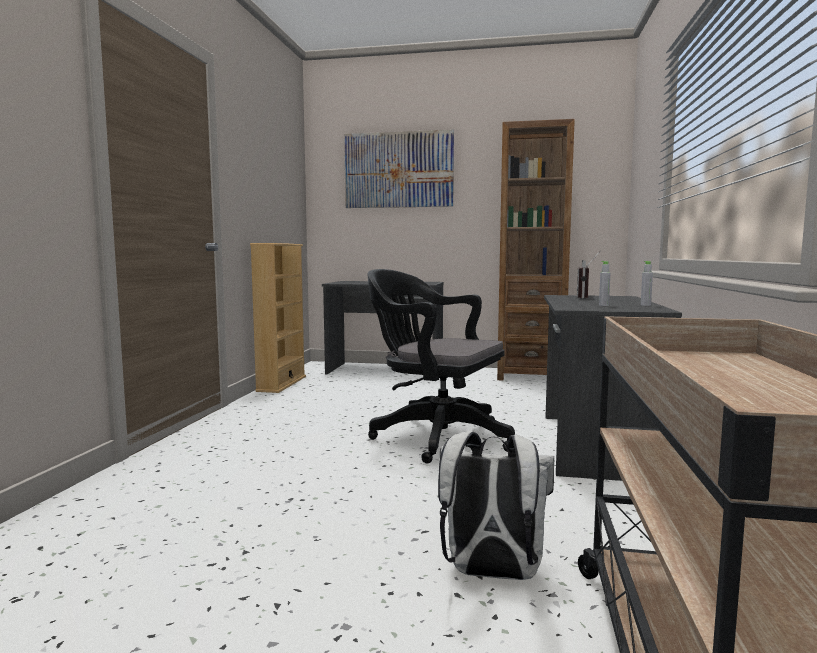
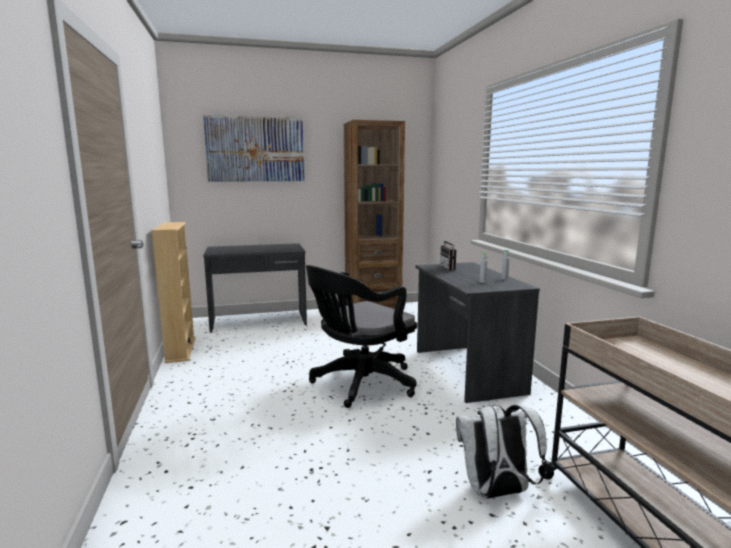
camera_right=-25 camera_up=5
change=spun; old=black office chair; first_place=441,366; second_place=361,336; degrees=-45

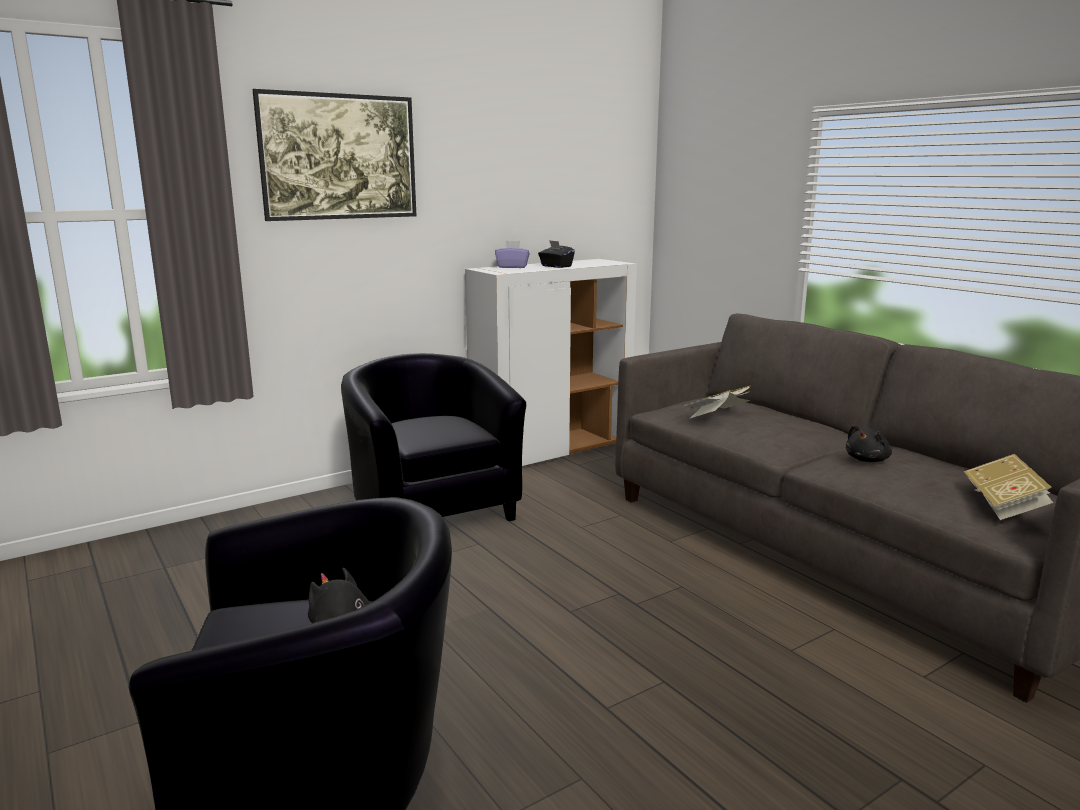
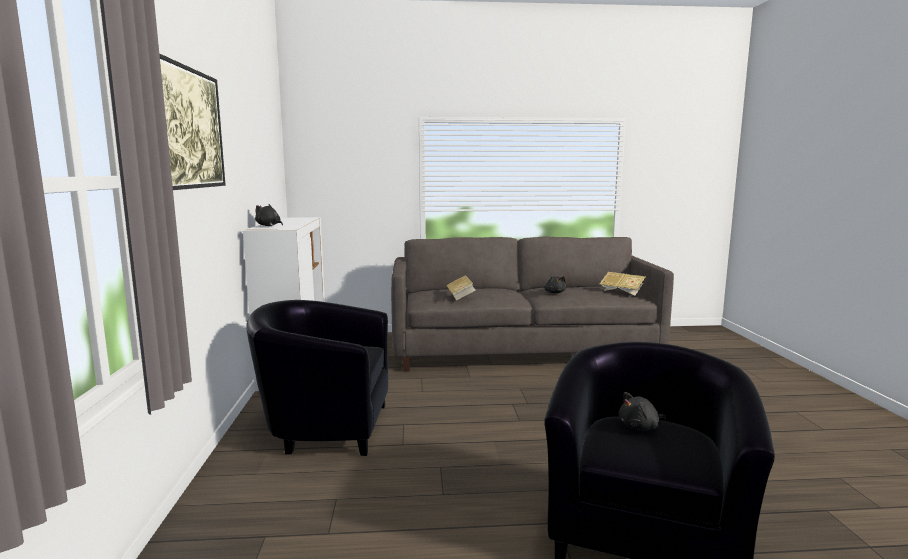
camera_right=-60 camera_up=-5
change=missing; old=black tissue box; first_place=556,254
change=exchanged; old=purple tissue box; new=black plush toy; first_place=512,254; second_place=269,215

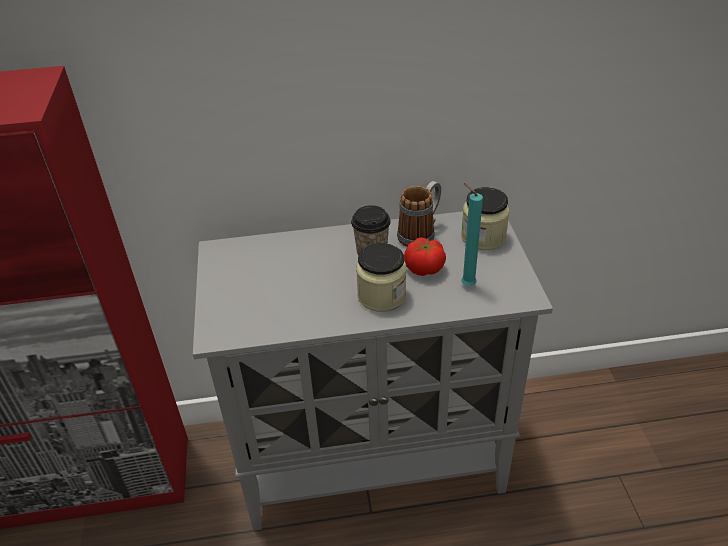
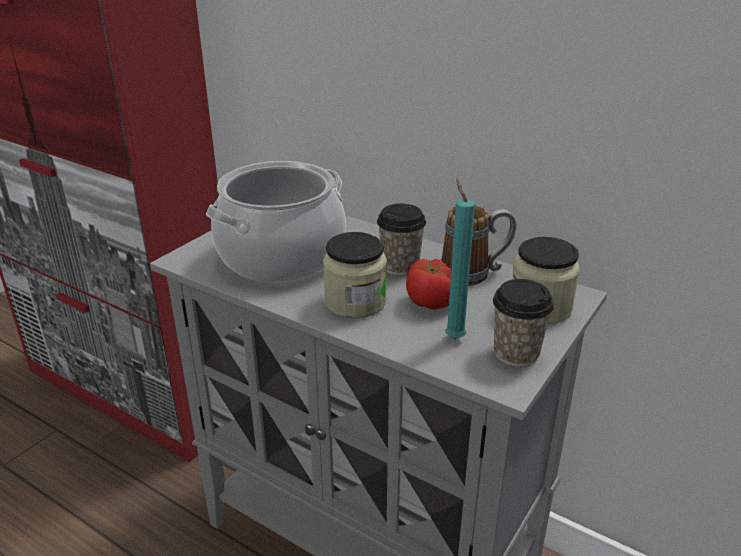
camera_right=40 camera_up=-10
change=appeared; new=cooking pot; second_place=276,221
change=appeared; new=cup; second_place=523,323

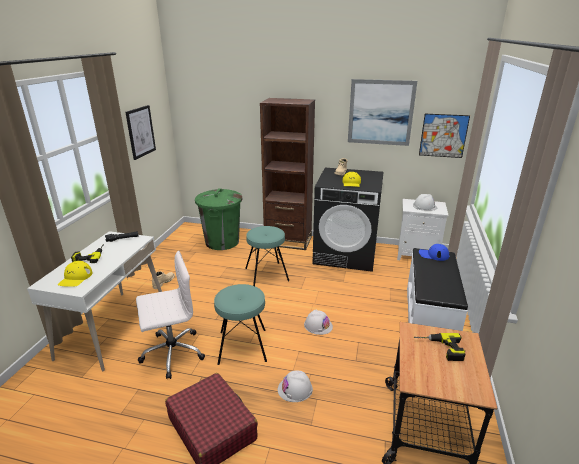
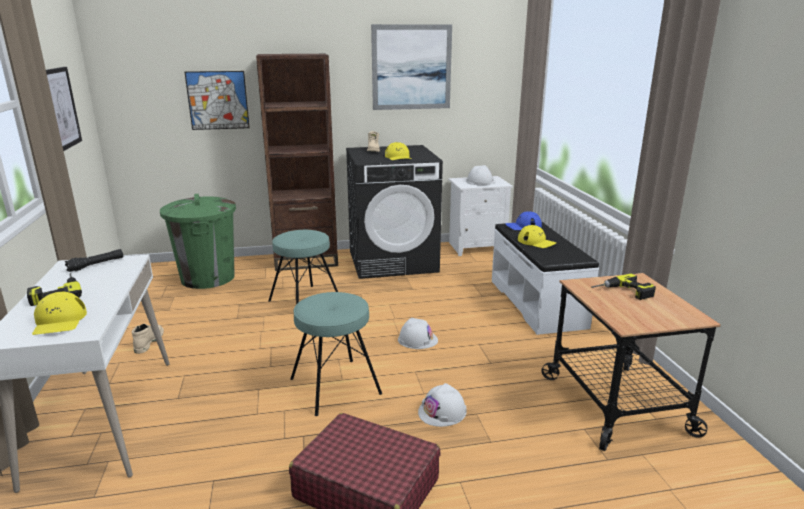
camera_right=-25 camera_up=-5
change=relocated; old=picture; first_place=444,136; second_place=217,100
change=missing; old=white office chair; first_place=170,315
change=appeared; new=yellow cap; second_place=537,236

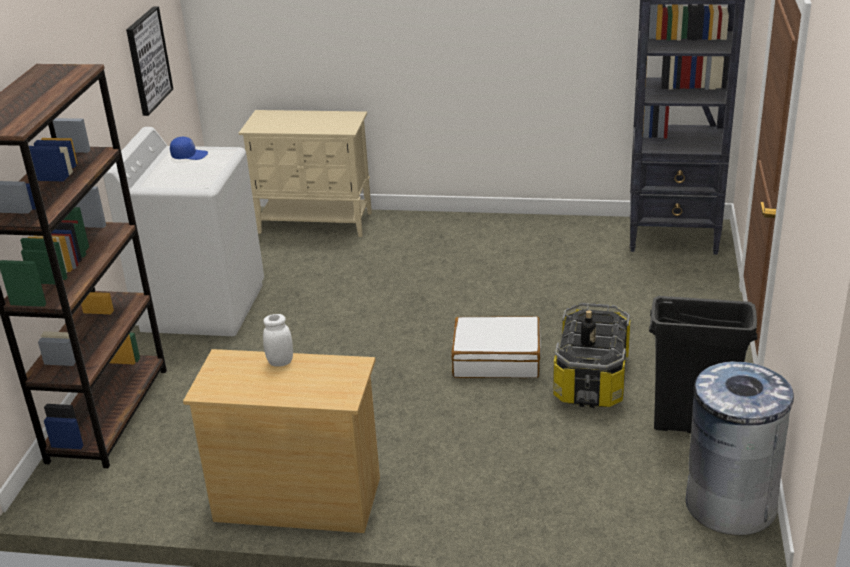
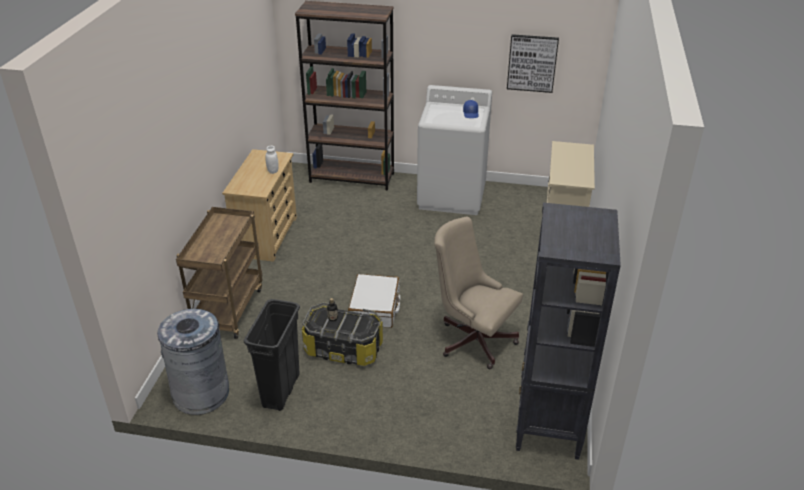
camera_right=90 camera_up=5
change=appeared; new=brown cart; second_place=219,273
change=appeared; new=beige office chair; second_place=478,293

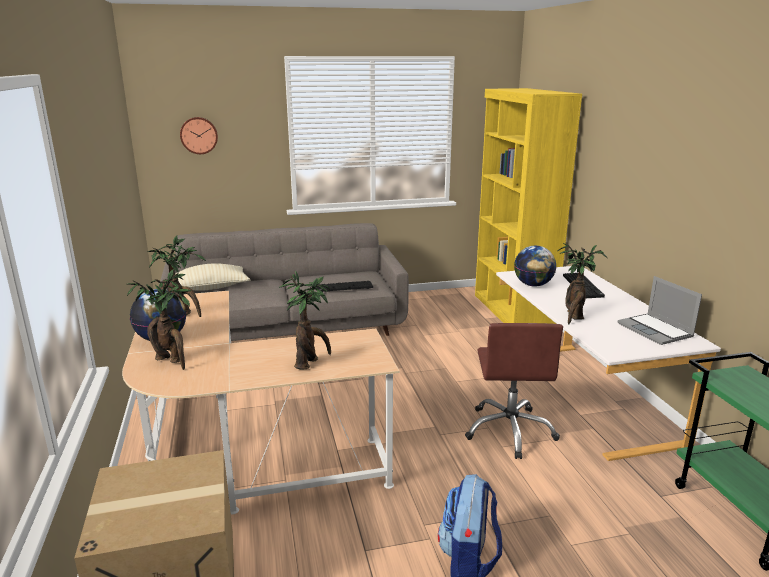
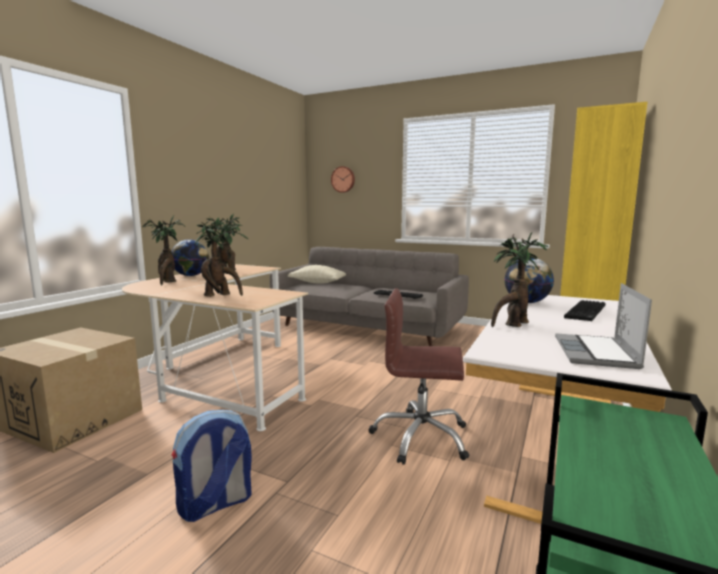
camera_right=40 camera_up=-10
change=spun; old=brown office chair; first_place=514,391; second_place=419,376; degrees=60

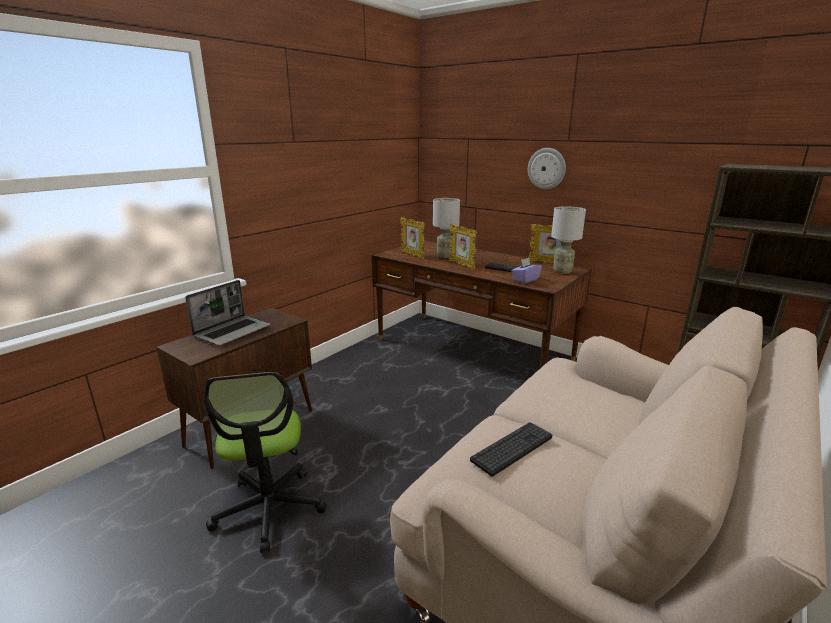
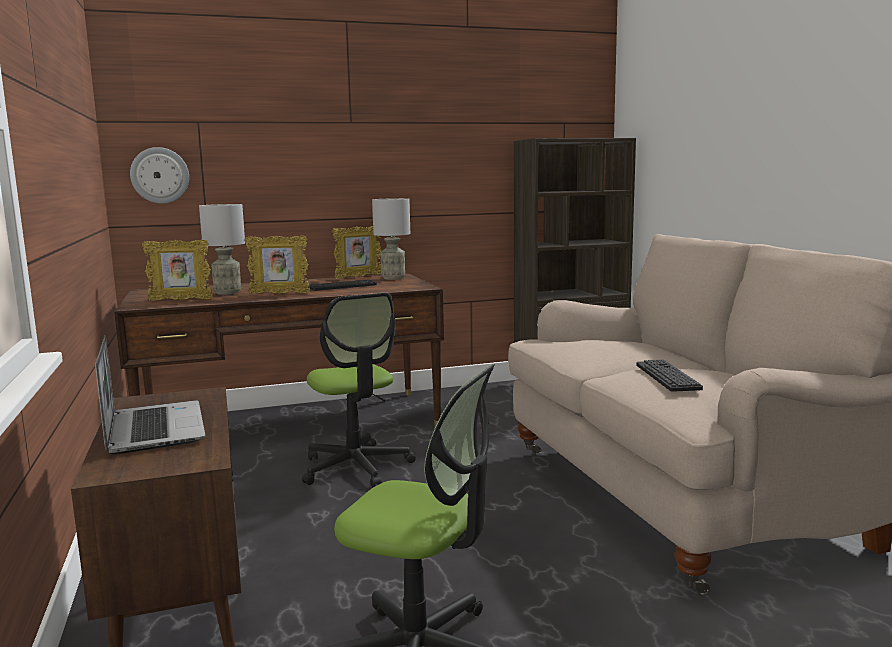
camera_right=-55 camera_up=-10
change=relocated; old=wall clock; first_place=547,168; second_place=159,175
change=missing; old=purple tissue box; first_place=527,270
change=appeared; new=office chair; second_place=359,390

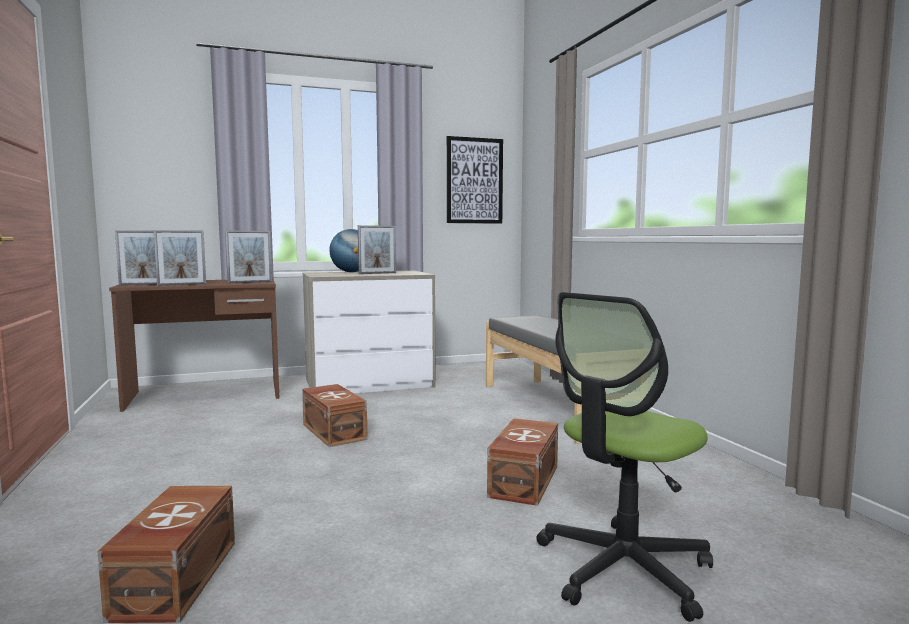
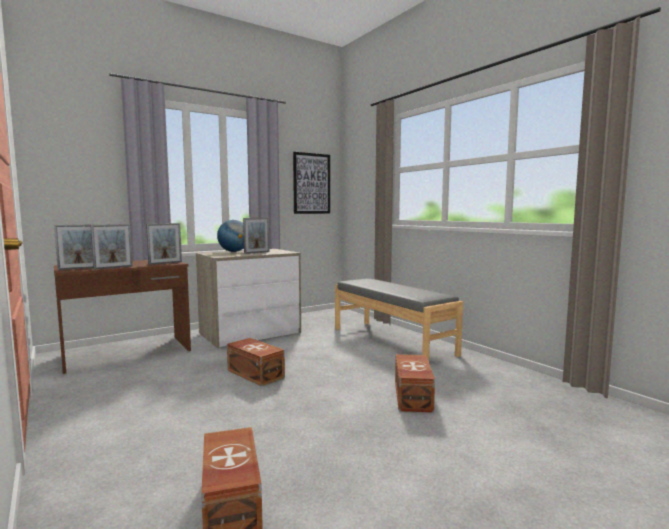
camera_right=-15 camera_up=0
change=missing; old=office chair; first_place=624,457

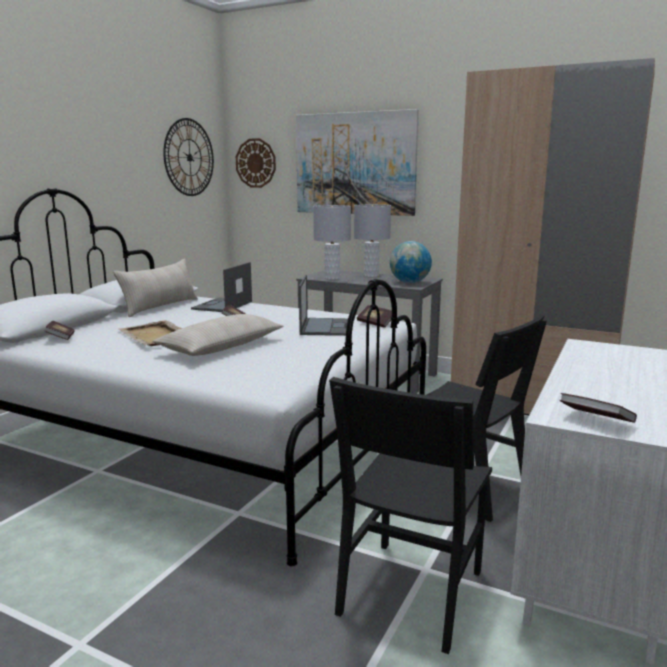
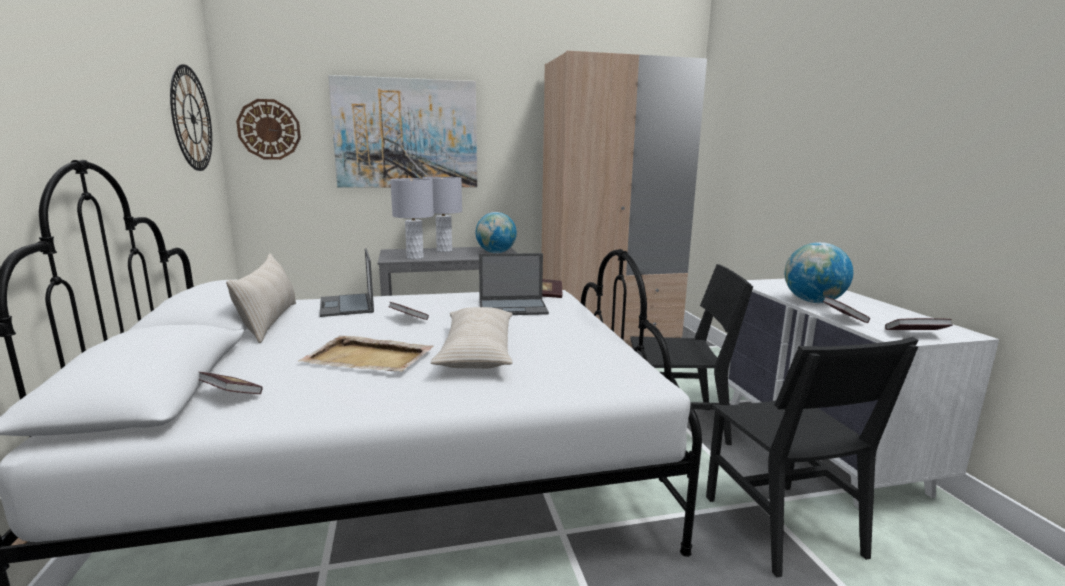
camera_right=-40 camera_up=0
change=spun; old=laptop; first_place=323,305; second_place=514,284; degrees=120
change=appeared; new=globe; second_place=818,272
change=appeared; new=book; second_place=846,309

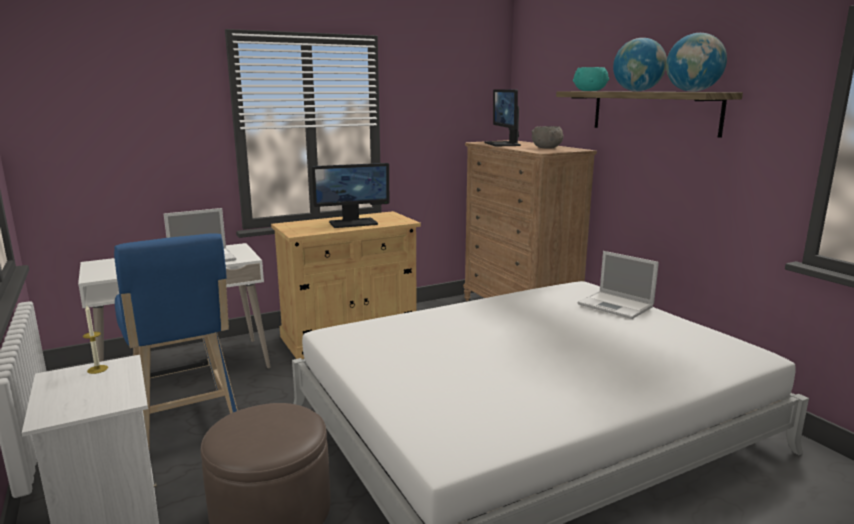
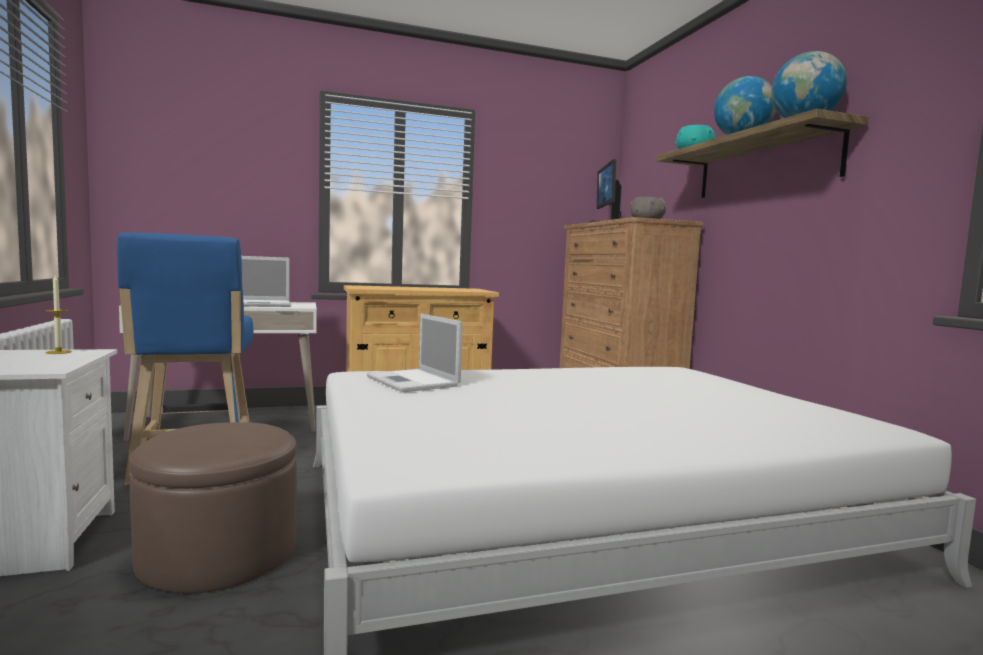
camera_right=10 camera_up=-10
change=missing; old=monitor; first_place=350,195
change=relocated; old=laptop; first_place=618,285; second_place=415,353

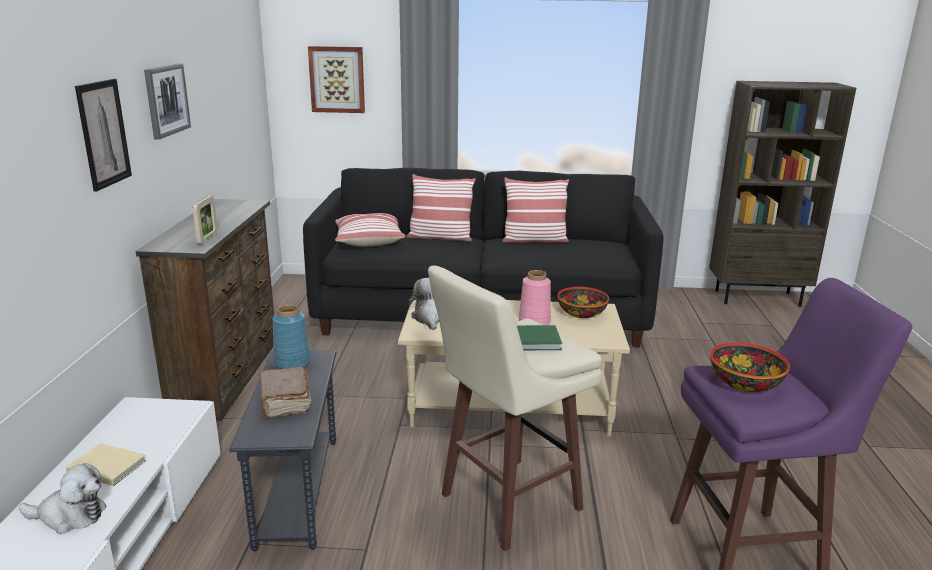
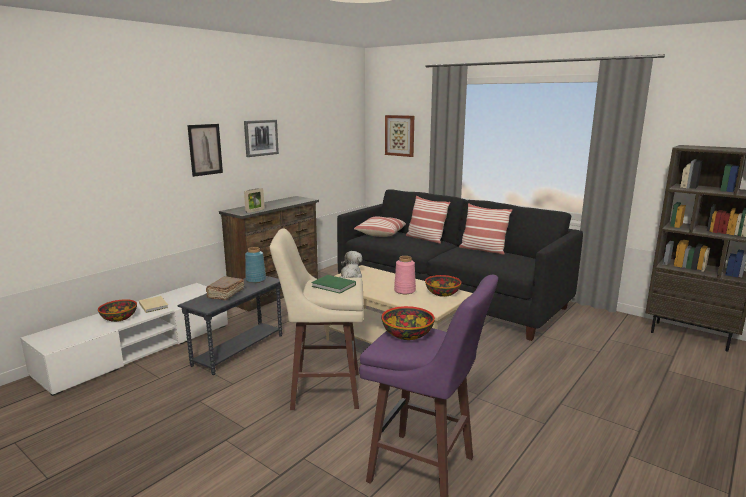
camera_right=35 camera_up=-5
change=exchanged; old=plush toy; new=bowl; first_place=62,498; second_place=117,310

